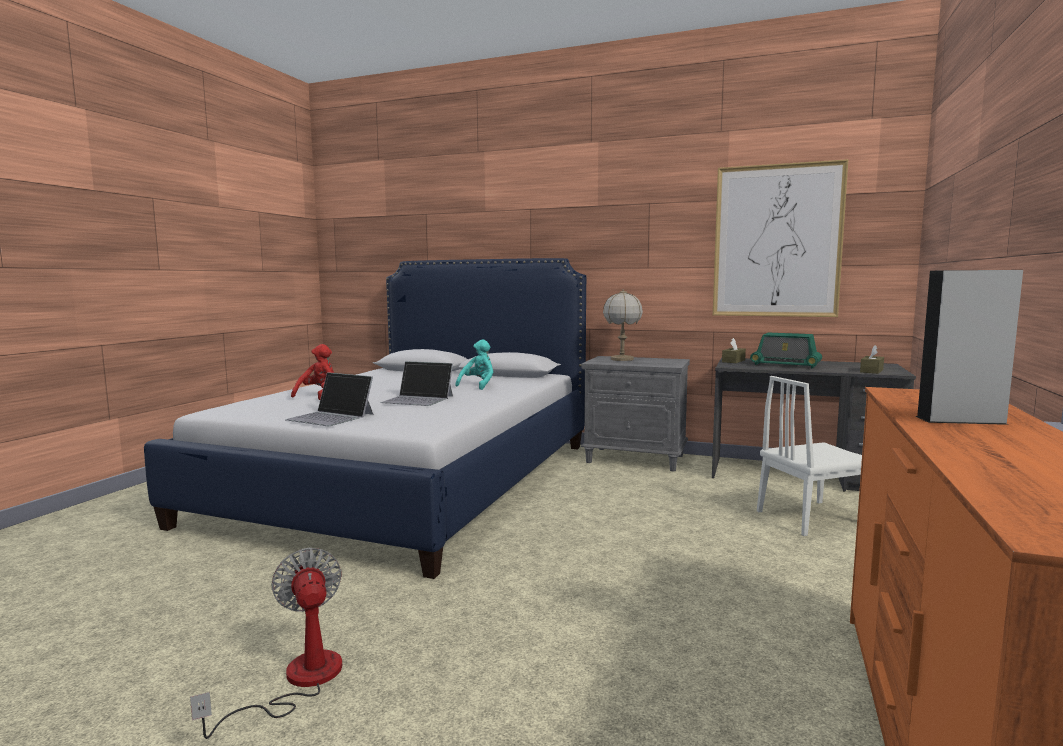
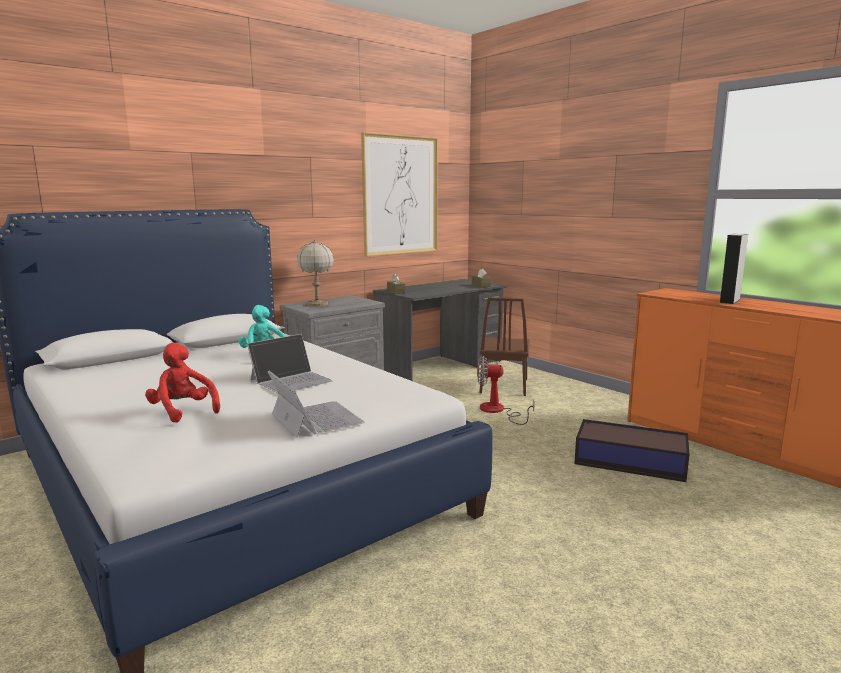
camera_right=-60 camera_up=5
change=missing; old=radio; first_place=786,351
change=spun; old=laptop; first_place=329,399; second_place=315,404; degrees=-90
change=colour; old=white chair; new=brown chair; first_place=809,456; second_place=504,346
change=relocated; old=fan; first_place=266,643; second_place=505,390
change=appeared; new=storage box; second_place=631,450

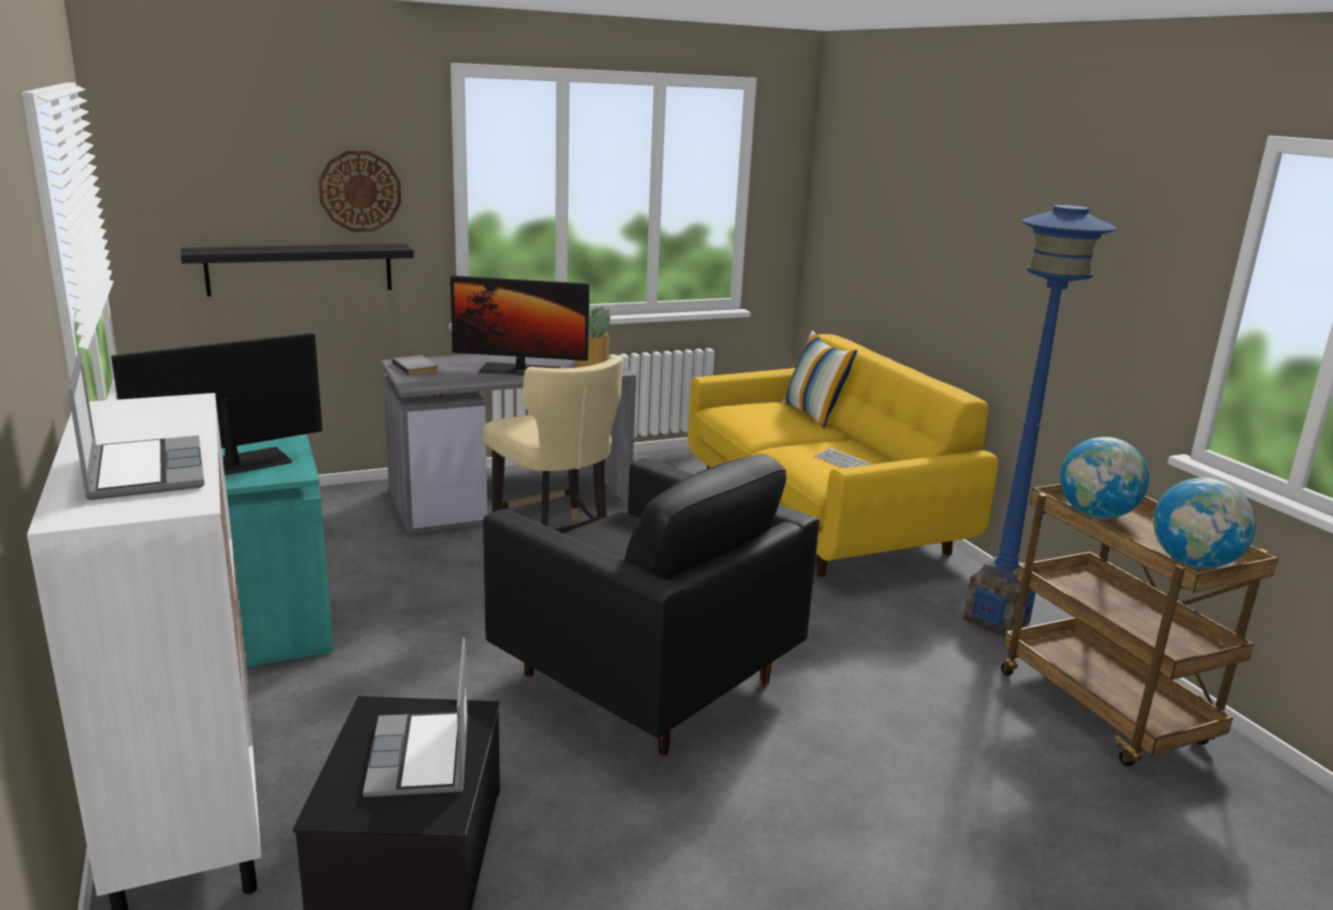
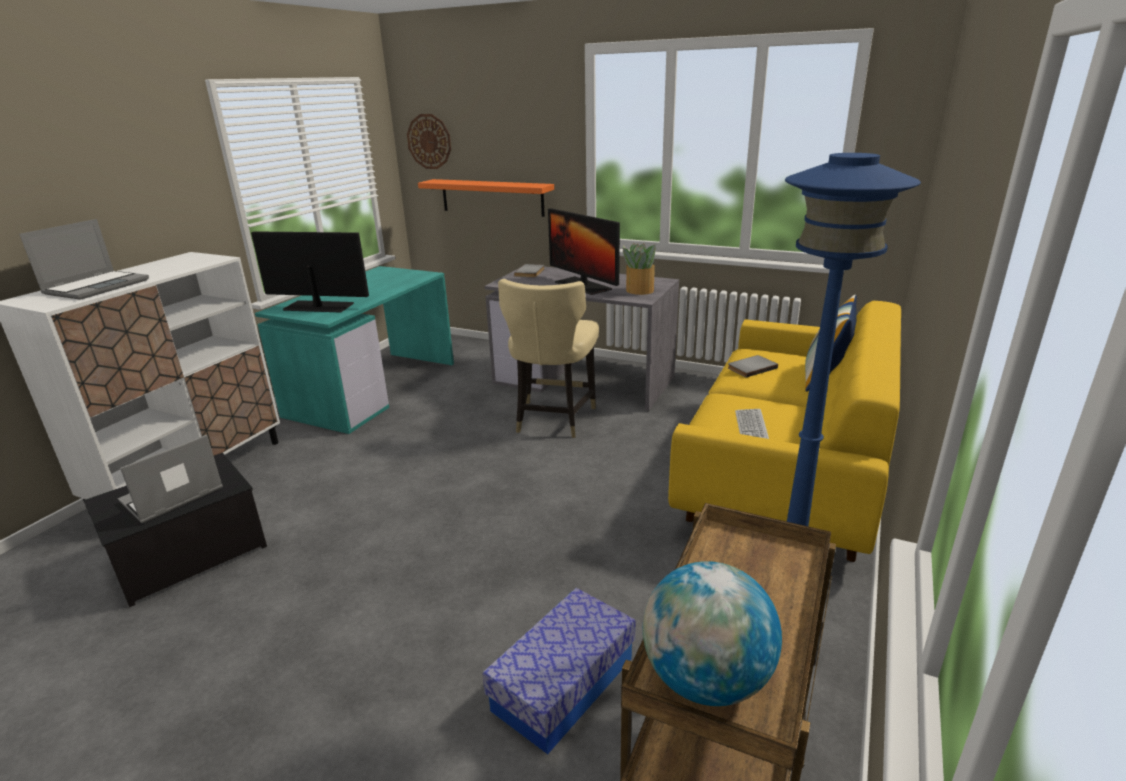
camera_right=50 camera_up=5
change=relocated; old=wall clock; first_place=359,191; second_place=429,141
change=colour; old=black shelf; new=orange shelf; first_place=297,270; second_place=486,198
change=missing; old=globe; first_place=1104,478
change=missing; old=black armchair; first_place=651,604
change=appeared; new=grey book; second_place=753,366
change=appeared; new=storage box; second_place=559,671

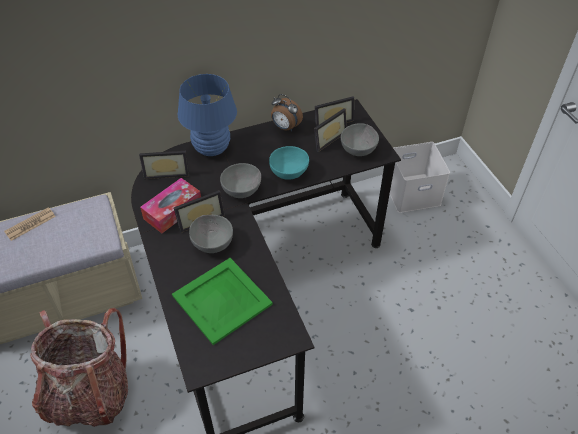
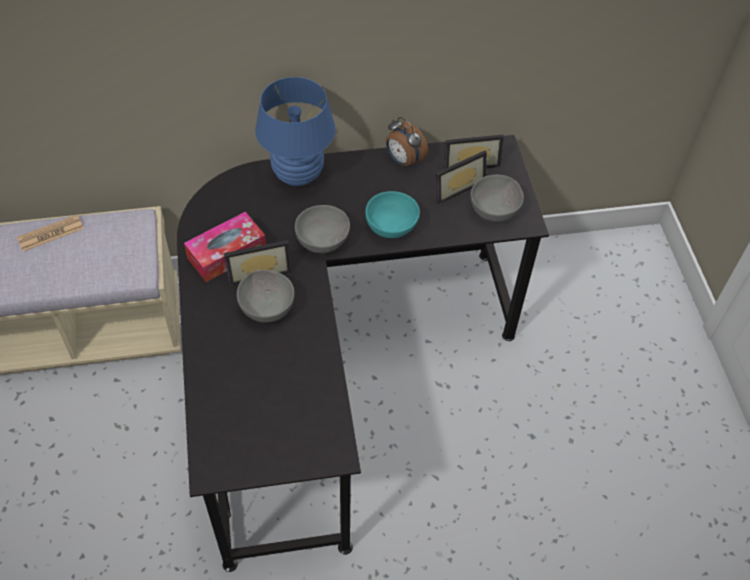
camera_right=10 camera_up=5
change=missing; old=white storage box; first_place=420,177
change=missing; old=picture frame; first_place=164,165
change=missing; old=green tray; first_place=222,301
change=missing; old=backpack; first_place=79,367

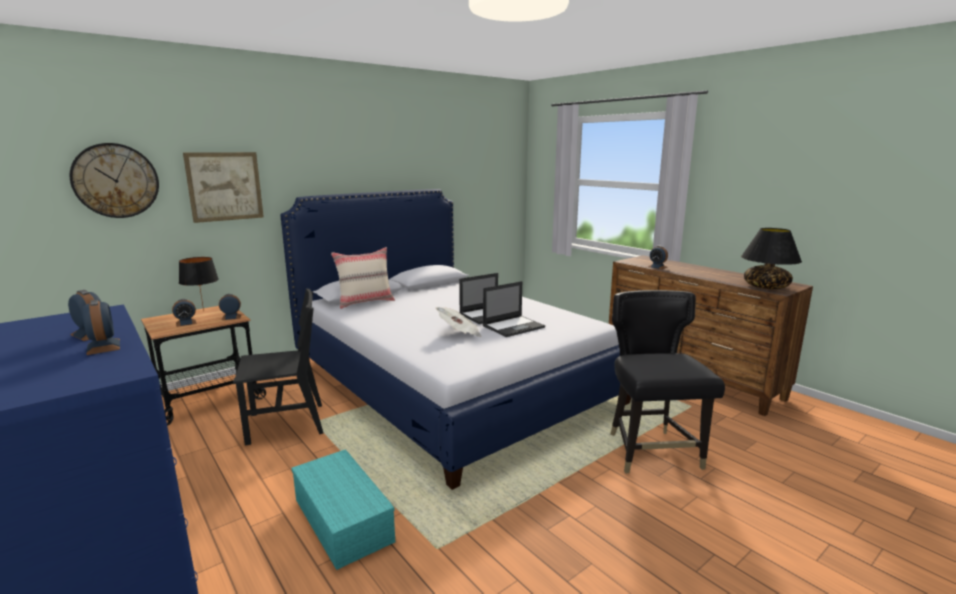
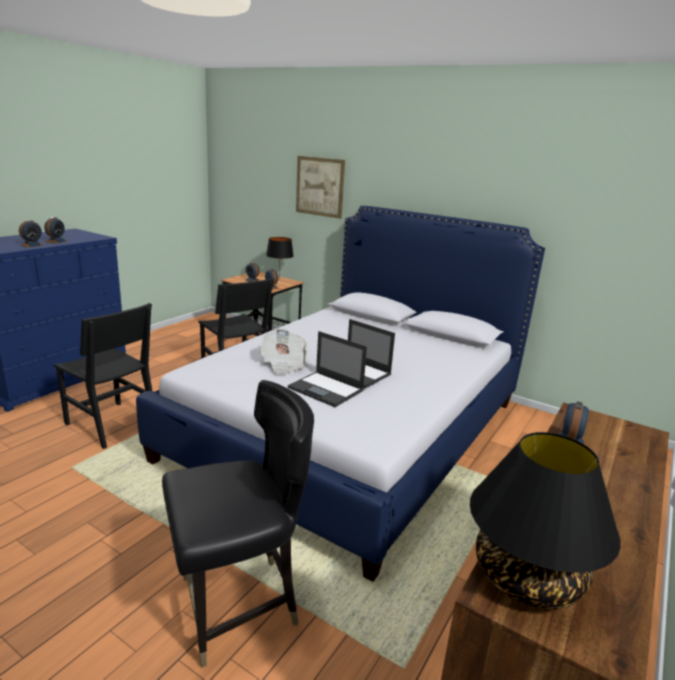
camera_right=70 camera_up=5
change=missing; old=wall clock; first_place=114,180
change=missing; old=beige pillow; first_place=363,278
change=exchanged; old=turquoise storage box; new=black chair; first_place=343,509; second_place=102,376

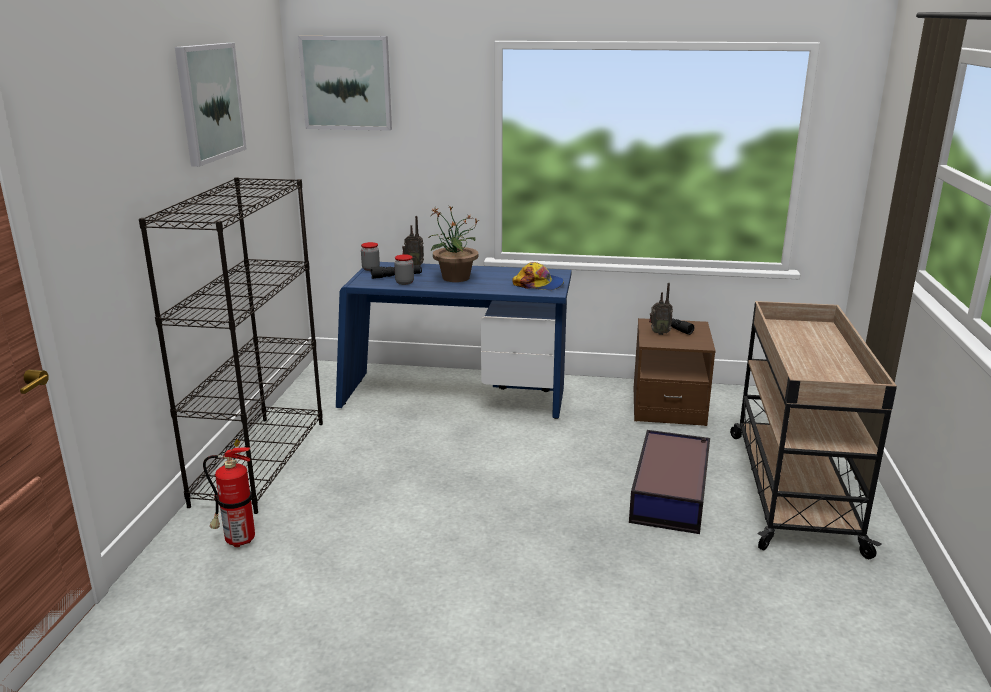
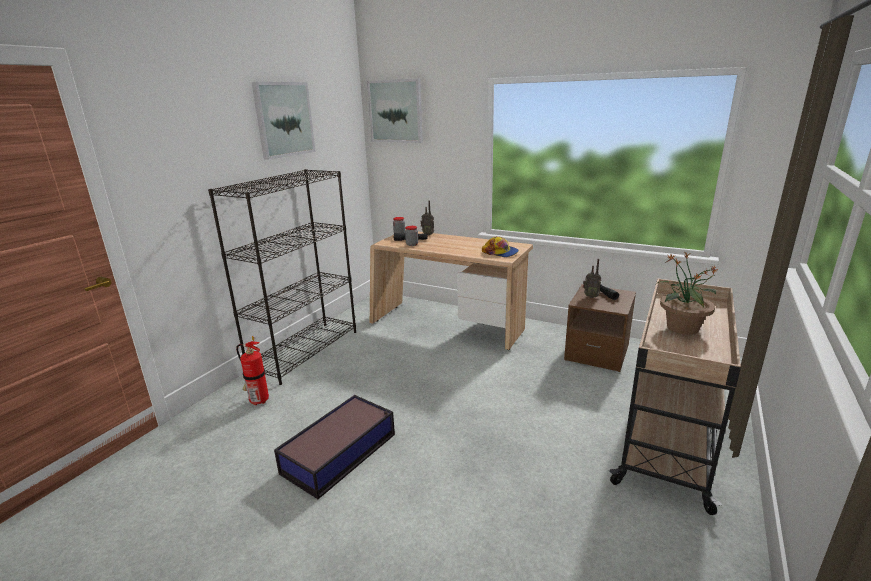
camera_right=20 camera_up=0
change=relocated; old=potted plant; first_place=454,243; second_place=687,294
change=colour; old=blue desk; new=beige desk; first_place=454,340; second_place=451,290
change=relocated; old=storage box; first_place=669,482; second_place=334,447

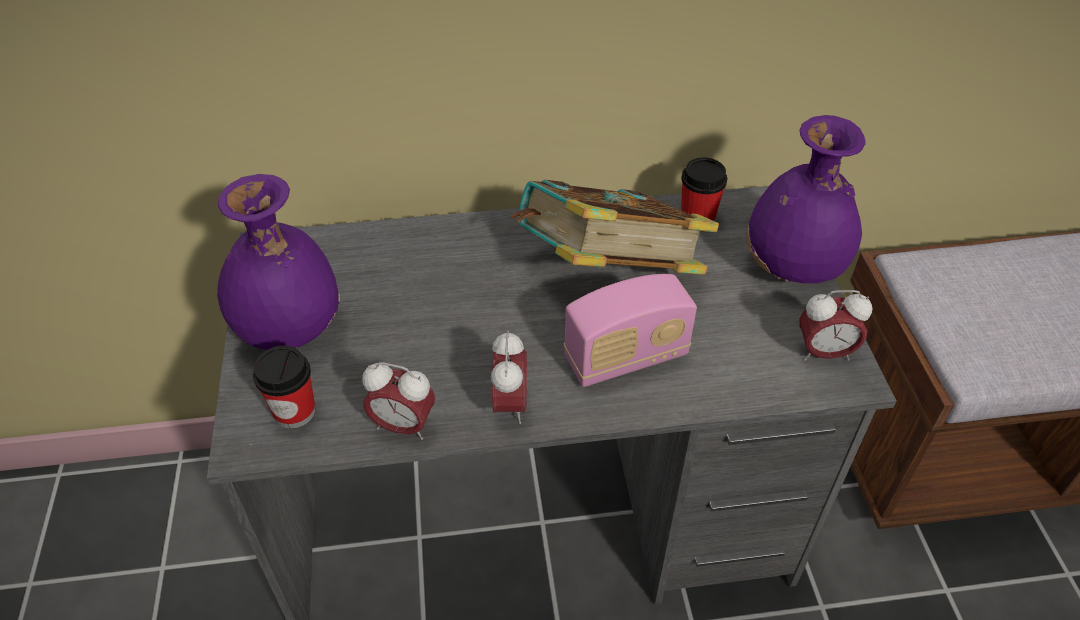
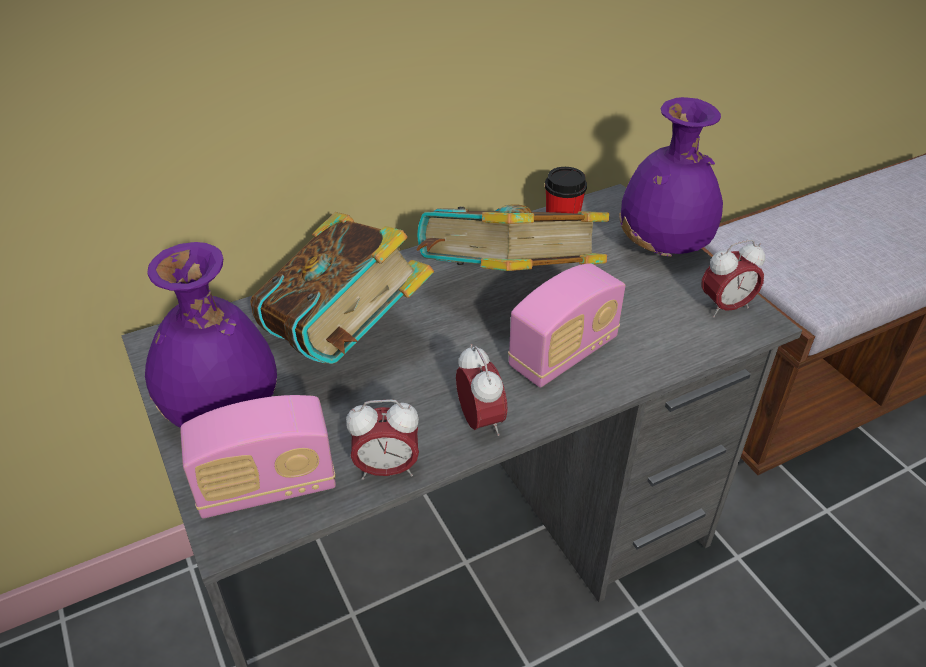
camera_right=-20 camera_up=-5
change=exchanged; old=cup; new=radio; first_place=284,387; second_place=258,457
change=appeared; new=book; second_place=342,288

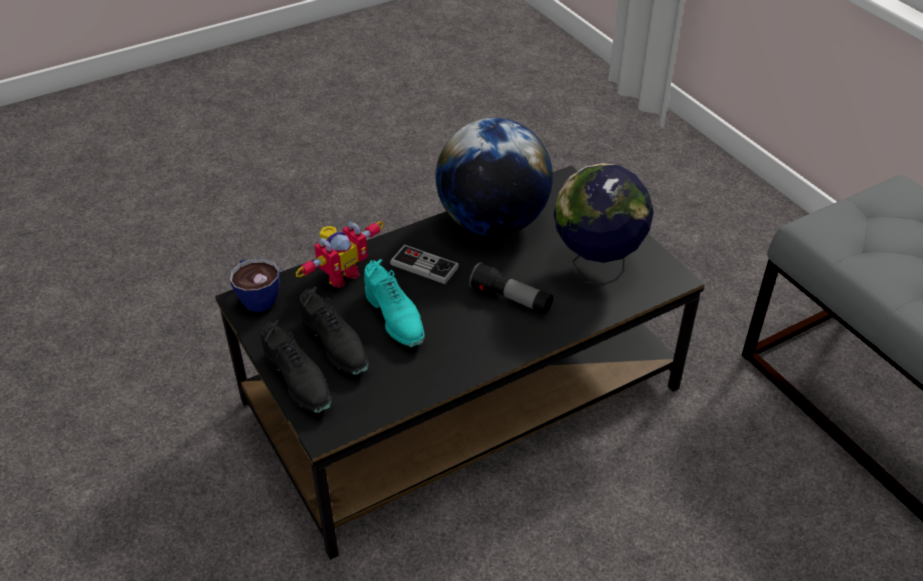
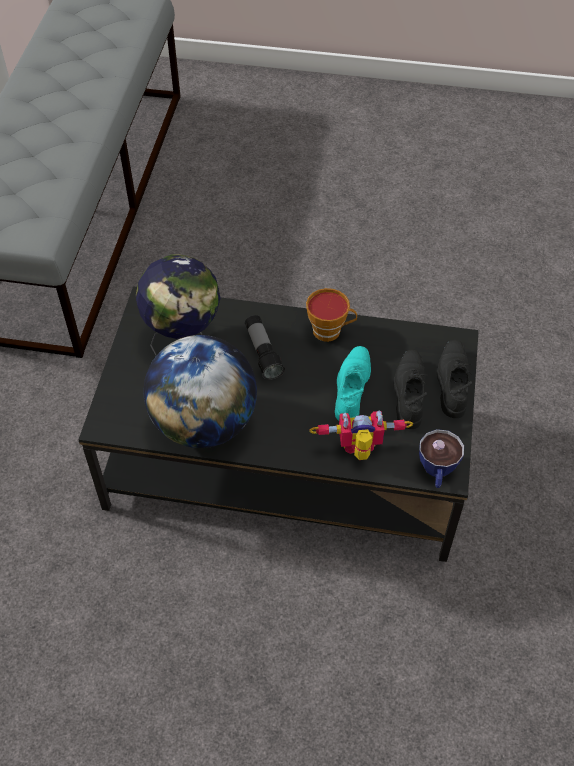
camera_right=-140 camera_up=10
change=missing; old=game controller; first_place=424,264
change=appeared; new=cup; second_place=331,315

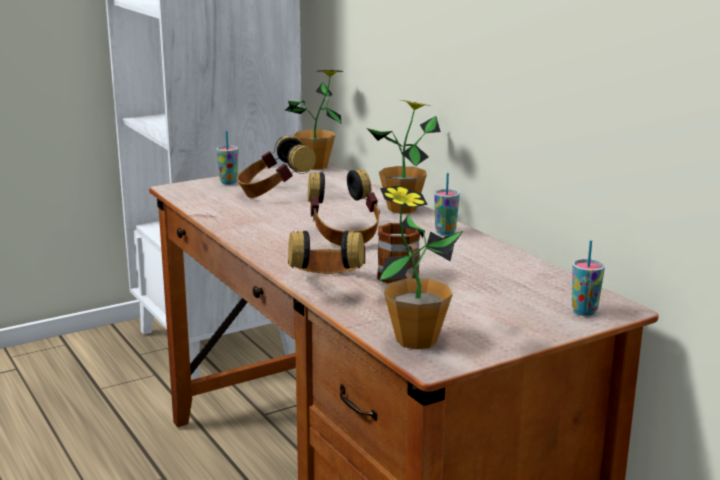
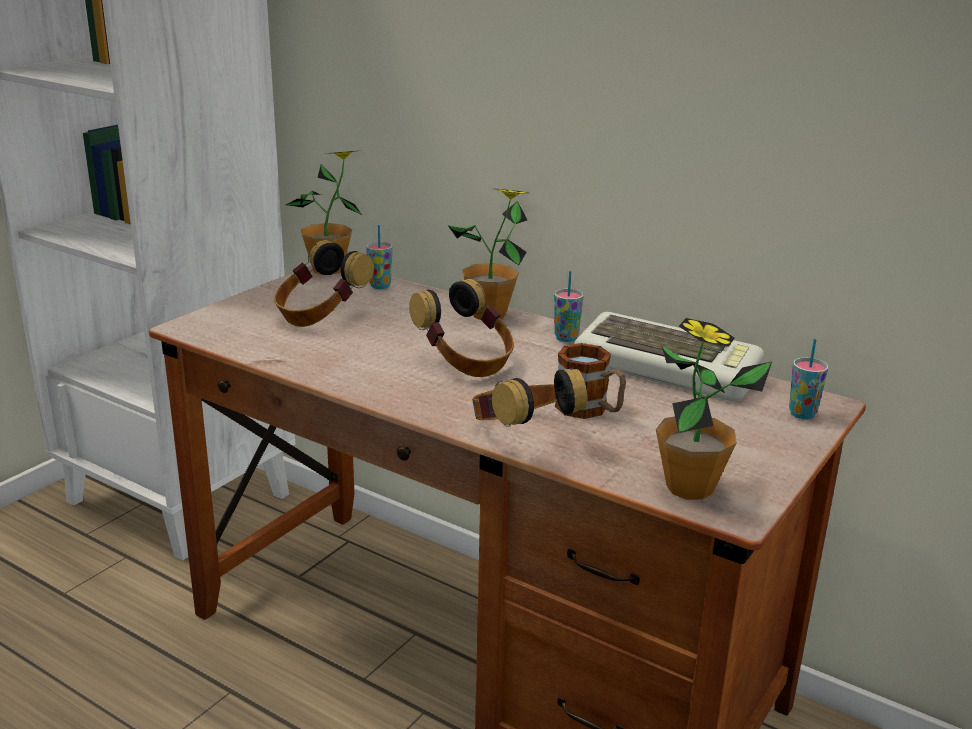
camera_right=-25 camera_up=5
change=relocated; old=cup; first_place=227,158; second_place=379,257
change=appeared; new=keyboard; second_place=669,356

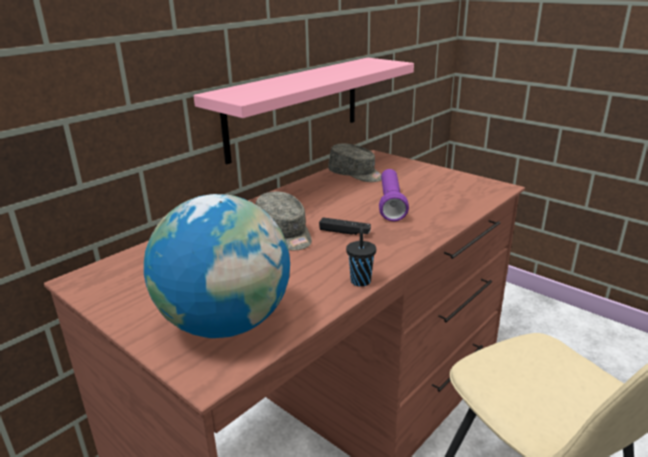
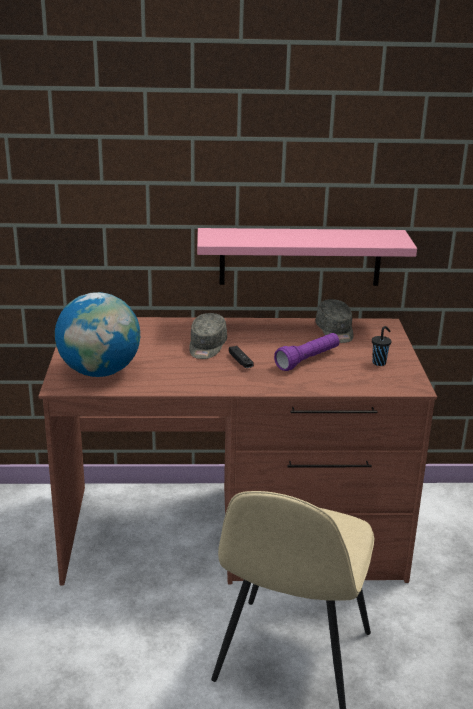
camera_right=45 camera_up=0
change=relocated; old=black cup; first_place=361,256; second_place=382,346

